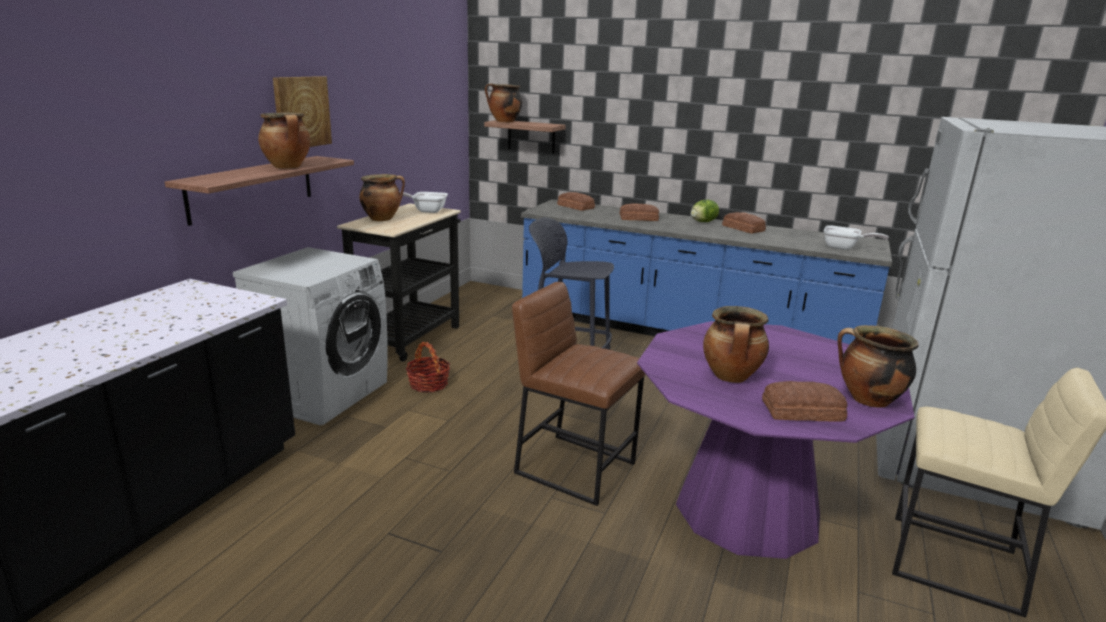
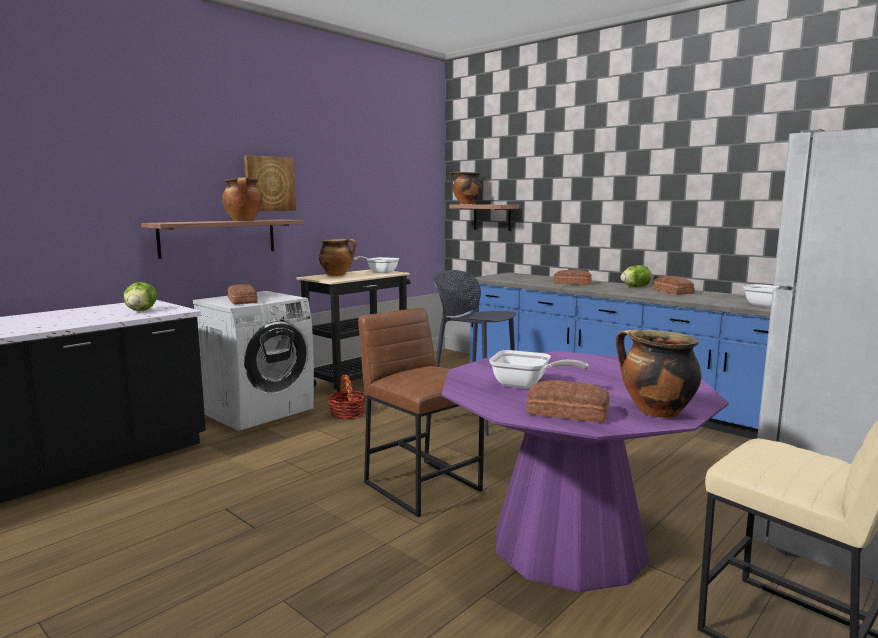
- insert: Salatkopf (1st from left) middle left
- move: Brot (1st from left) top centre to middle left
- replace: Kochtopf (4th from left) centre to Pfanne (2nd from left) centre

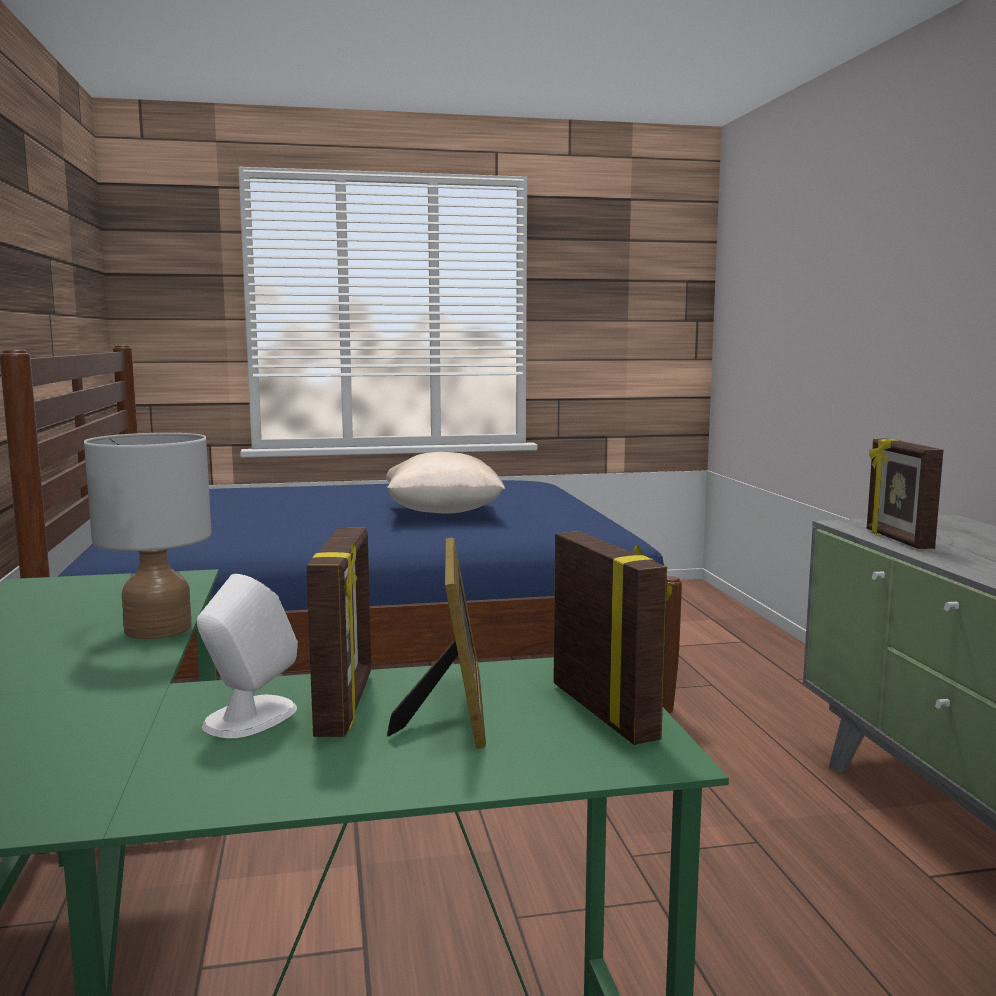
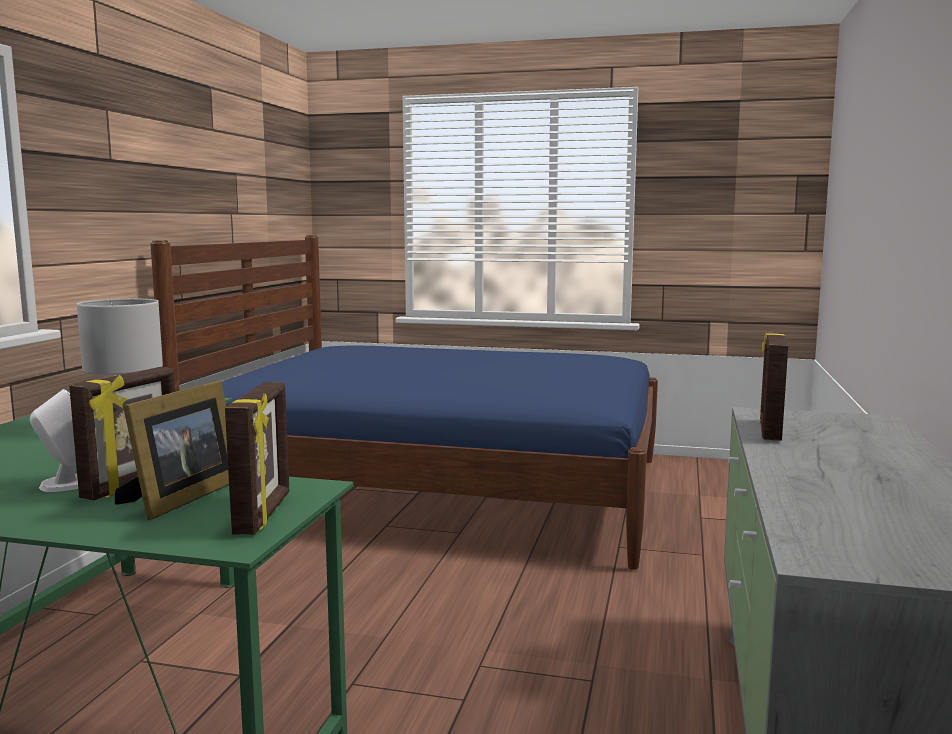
- delete: Kissen/beige centre

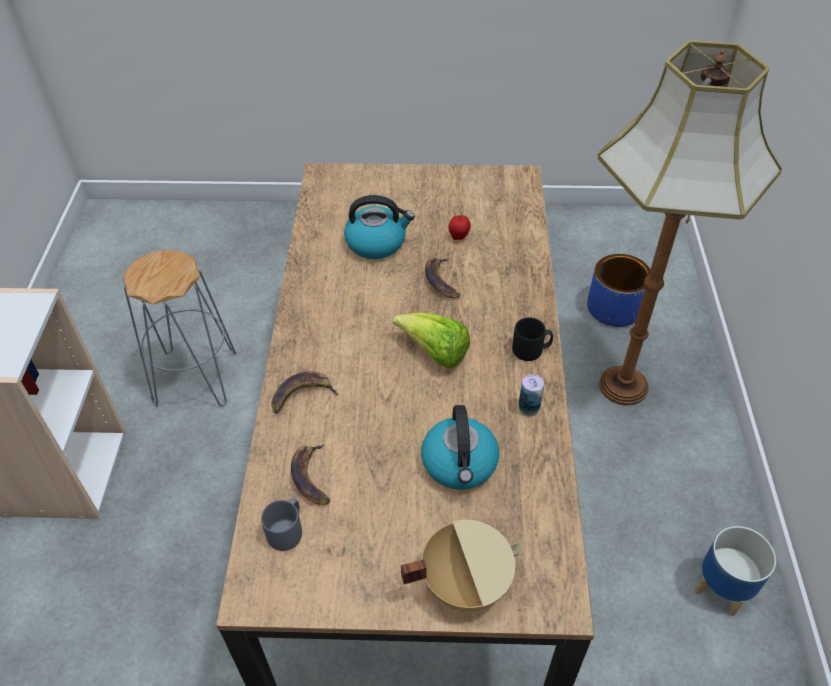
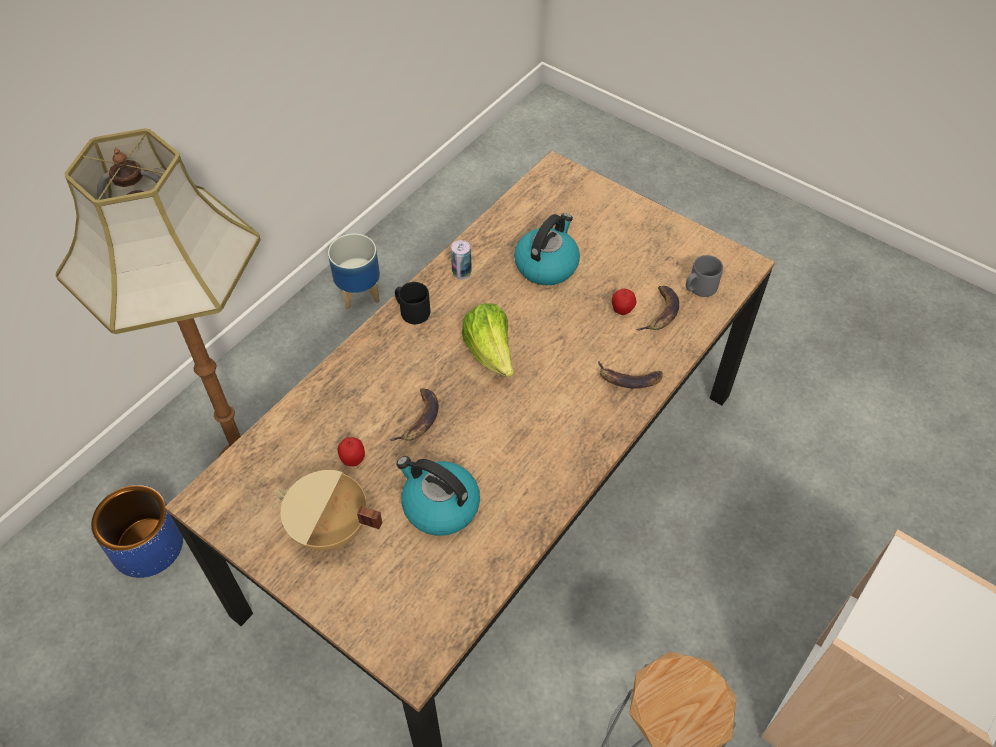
- move: Kochtopf/beige bottom centre to bottom left
- insert: Apfel (2nd from left) centre

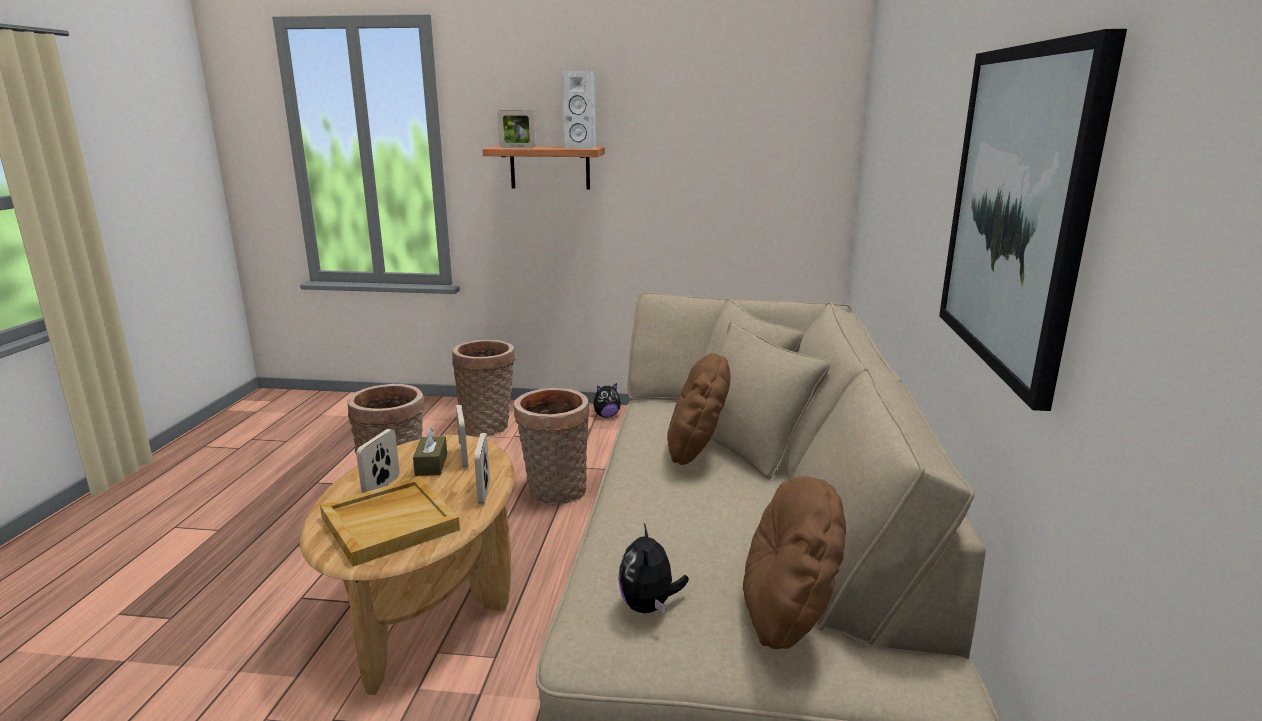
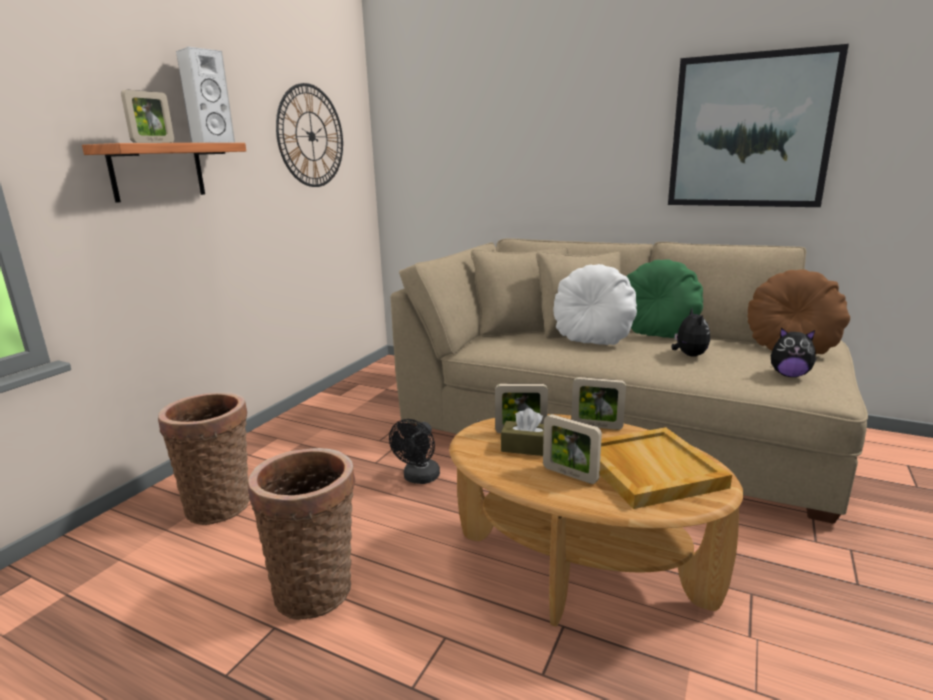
- insert: Wanduhr top left
- replace: Korb (3rd from left) centre to Ventilator/schwarz centre
- recolor: Kissen/braun (1st from left) centre to Kissen/weiß centre
- insert: Kissen/grün middle right
- move: Plüschtier (1st from left) centre to middle right

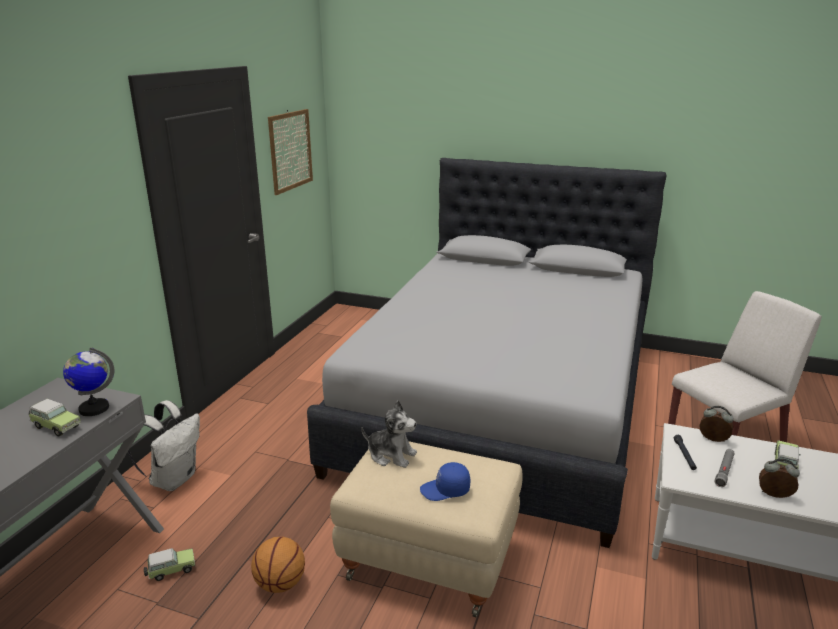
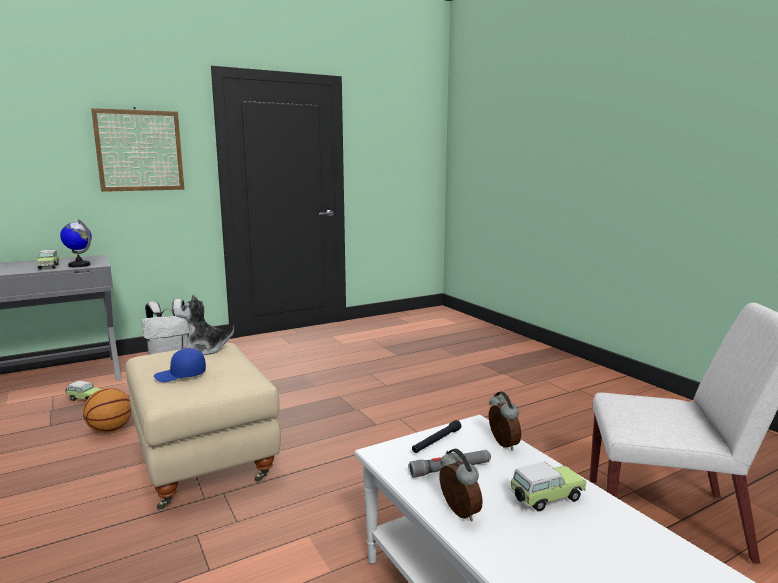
- move: Bild top centre to top left
- rotate: Kappe/blau bottom centre = middle left 45 degrees counterclockwise
- rotate: Plüschtier bottom centre = middle left 105 degrees clockwise
- delete: Bett/grau centre

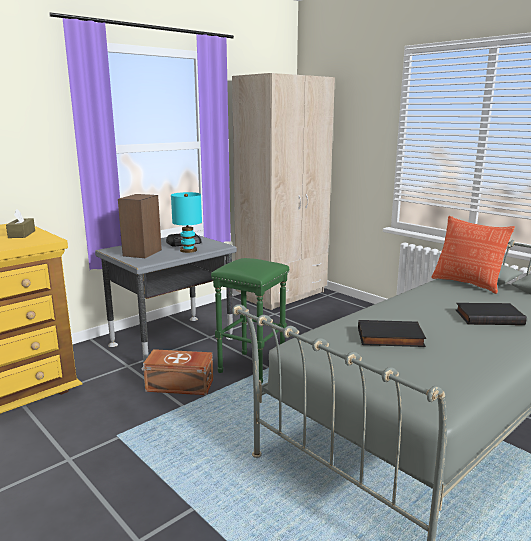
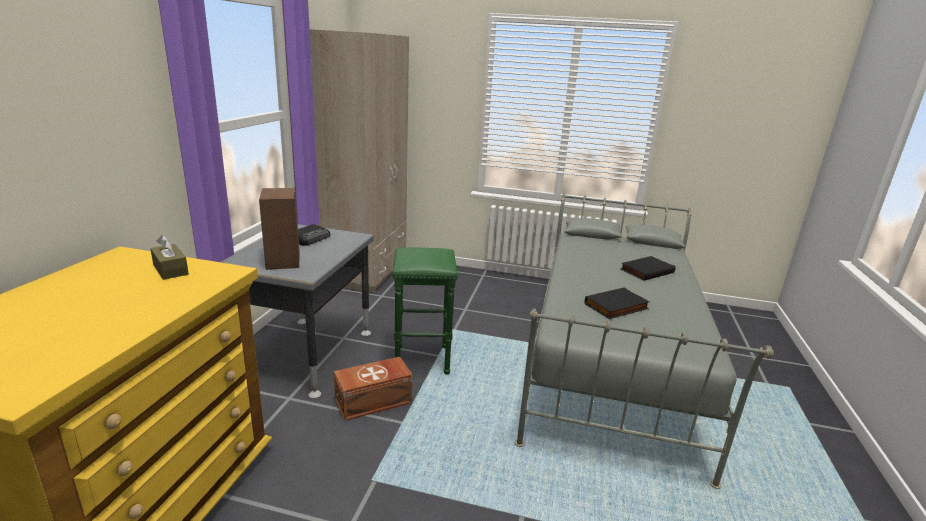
- delete: Tischlampe/türkis centre
- delete: Kissen/orange middle right

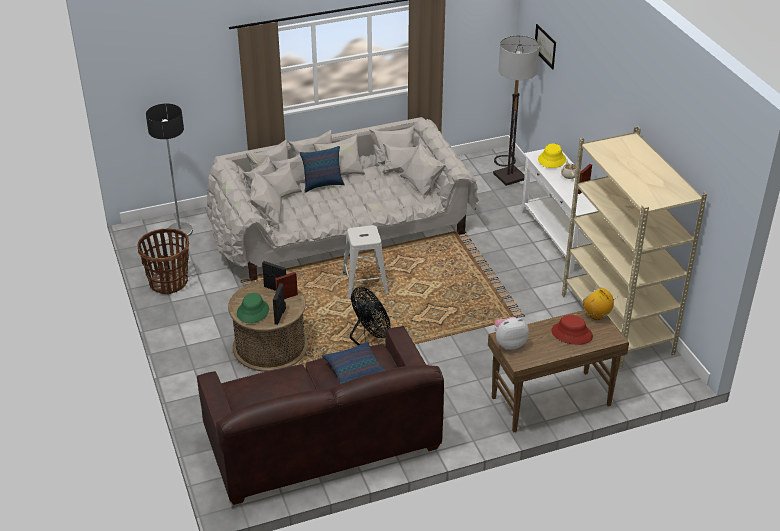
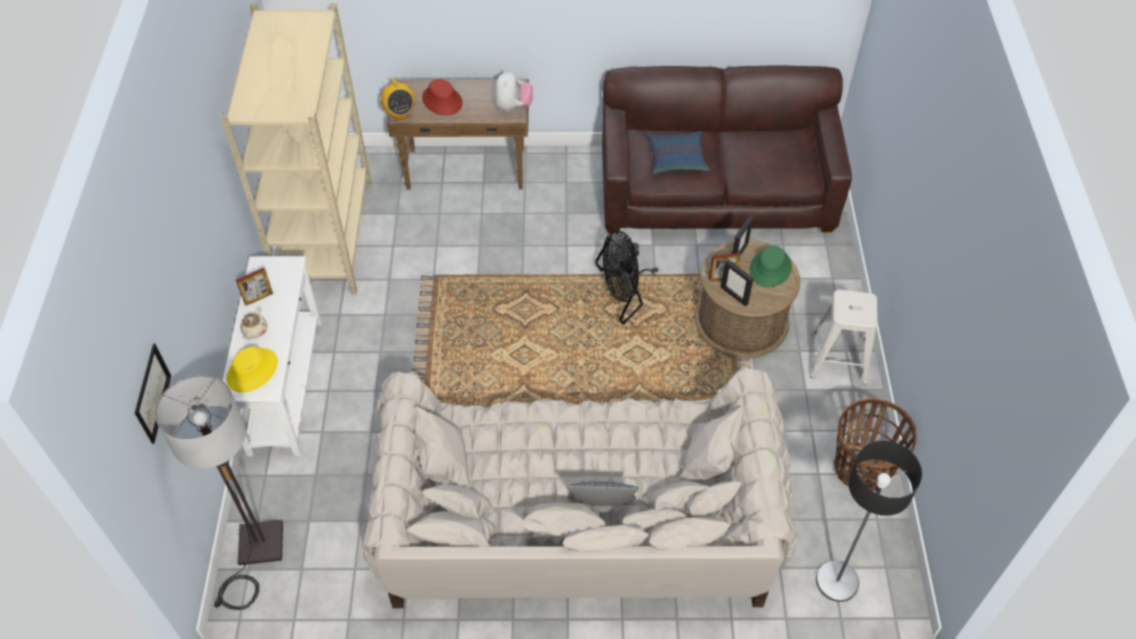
- rotate: Plüschtier centre = top centre 90 degrees counterclockwise
- recolor: Kissen/blau (1st from left) top centre to Kissen/grau bottom centre
- move: Hocker/weiß centre to middle right

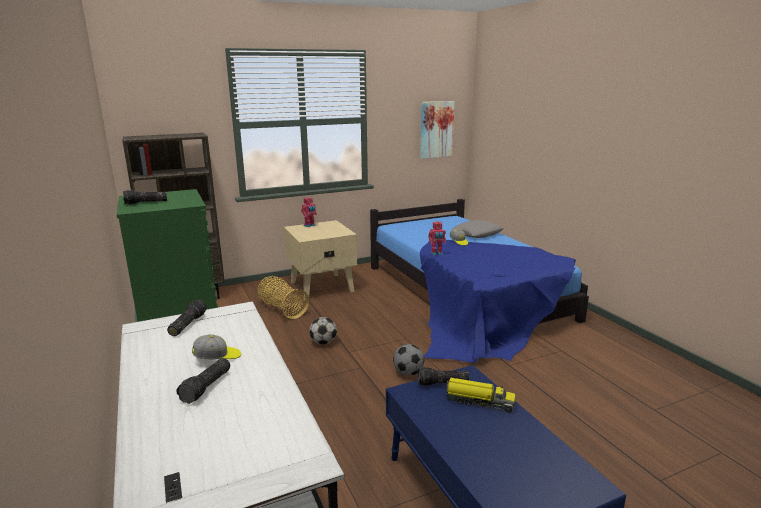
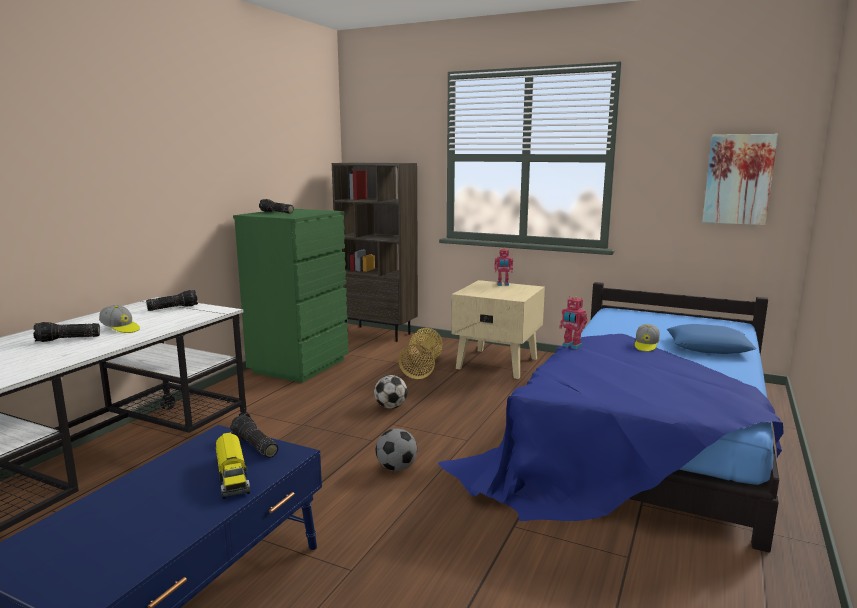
- recolor: Kissen/grau centre to Kissen/blau middle right

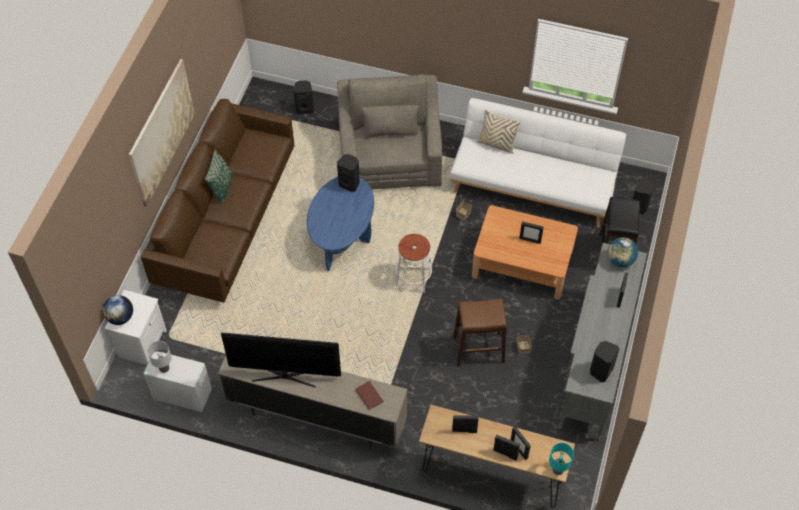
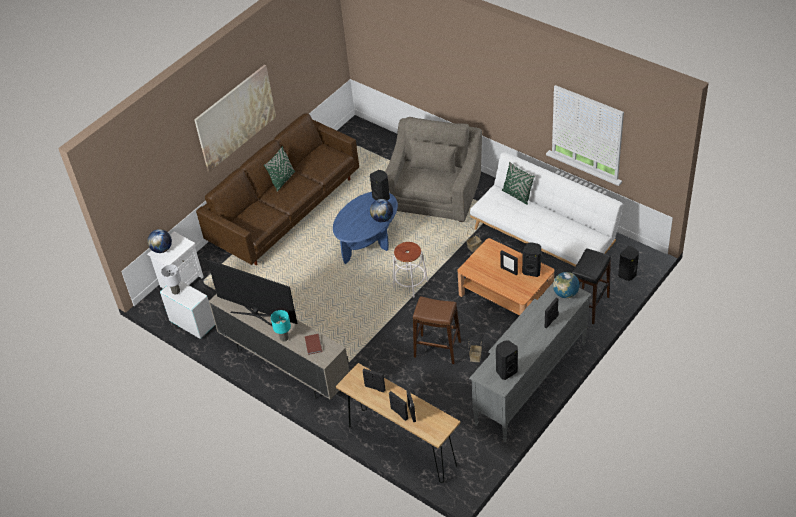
- move: Tischlampe/türkis bottom right to centre
- insert: Globus (2nd from left) centre
- recolor: Kissen/beige top centre to Kissen/grün (2nd from left) centre
- move: Lautsprecher/schwarz (1st from left in the first image) top centre to Lautsprecher/schwarz (3rd from left) middle right

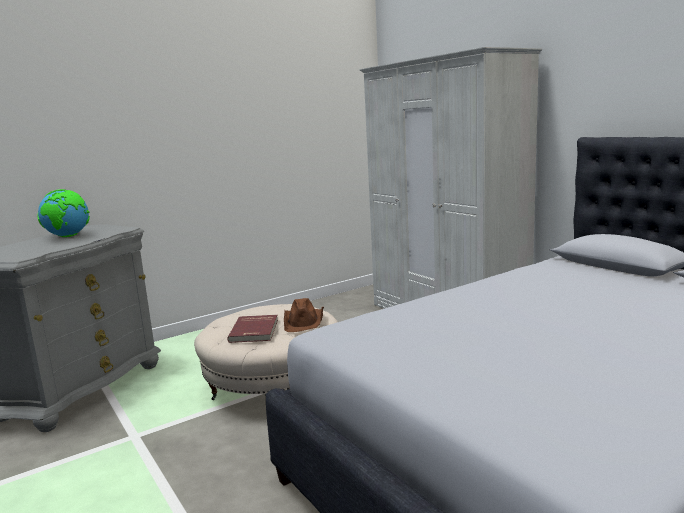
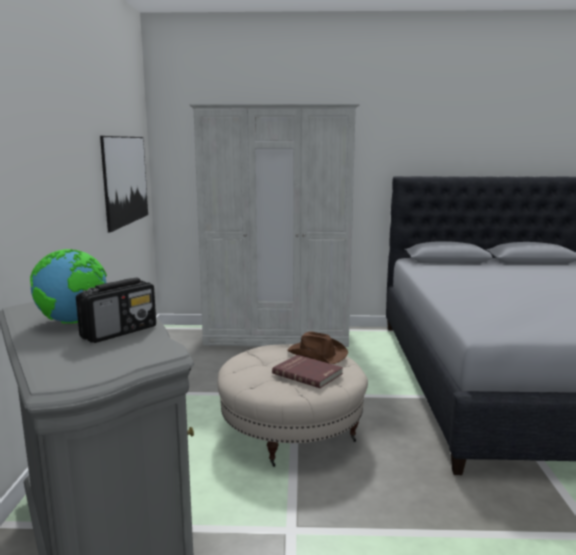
- insert: Radio middle left
- insert: Bild top left

